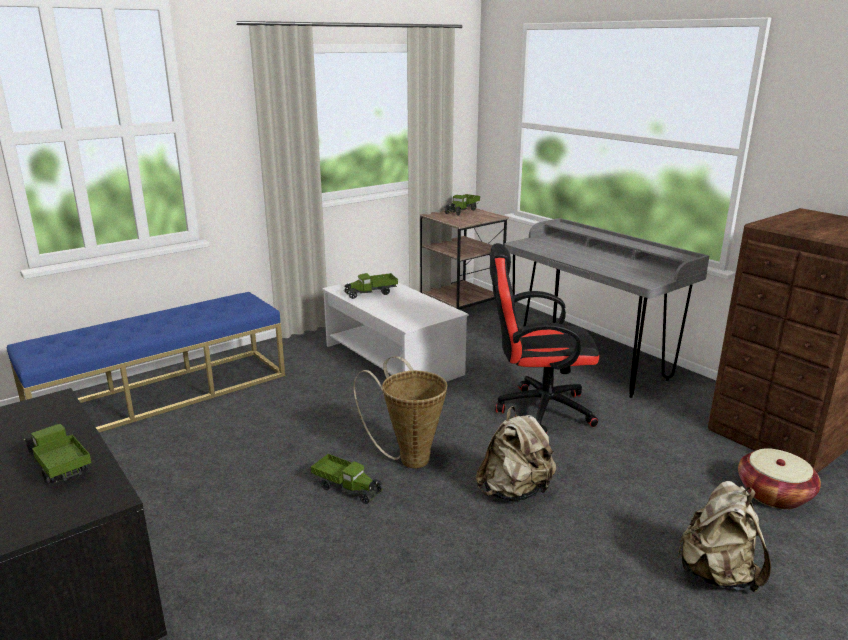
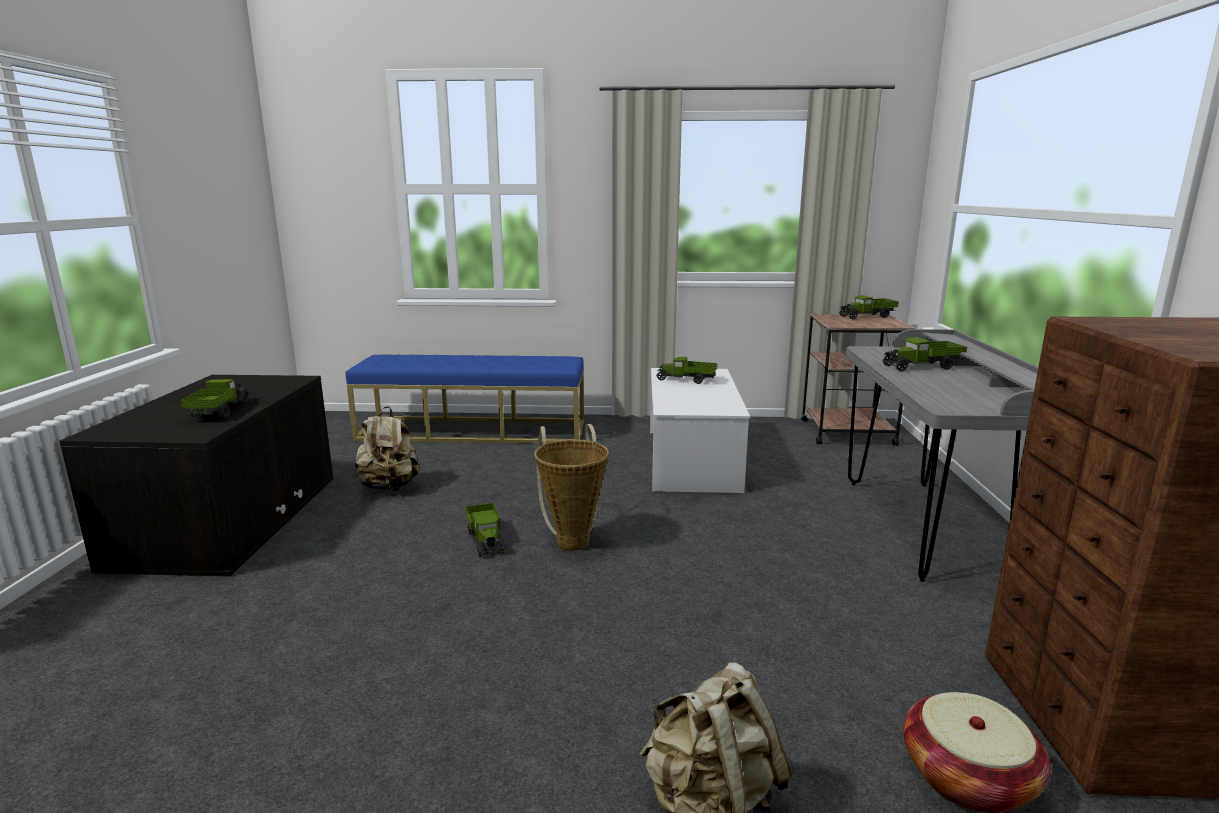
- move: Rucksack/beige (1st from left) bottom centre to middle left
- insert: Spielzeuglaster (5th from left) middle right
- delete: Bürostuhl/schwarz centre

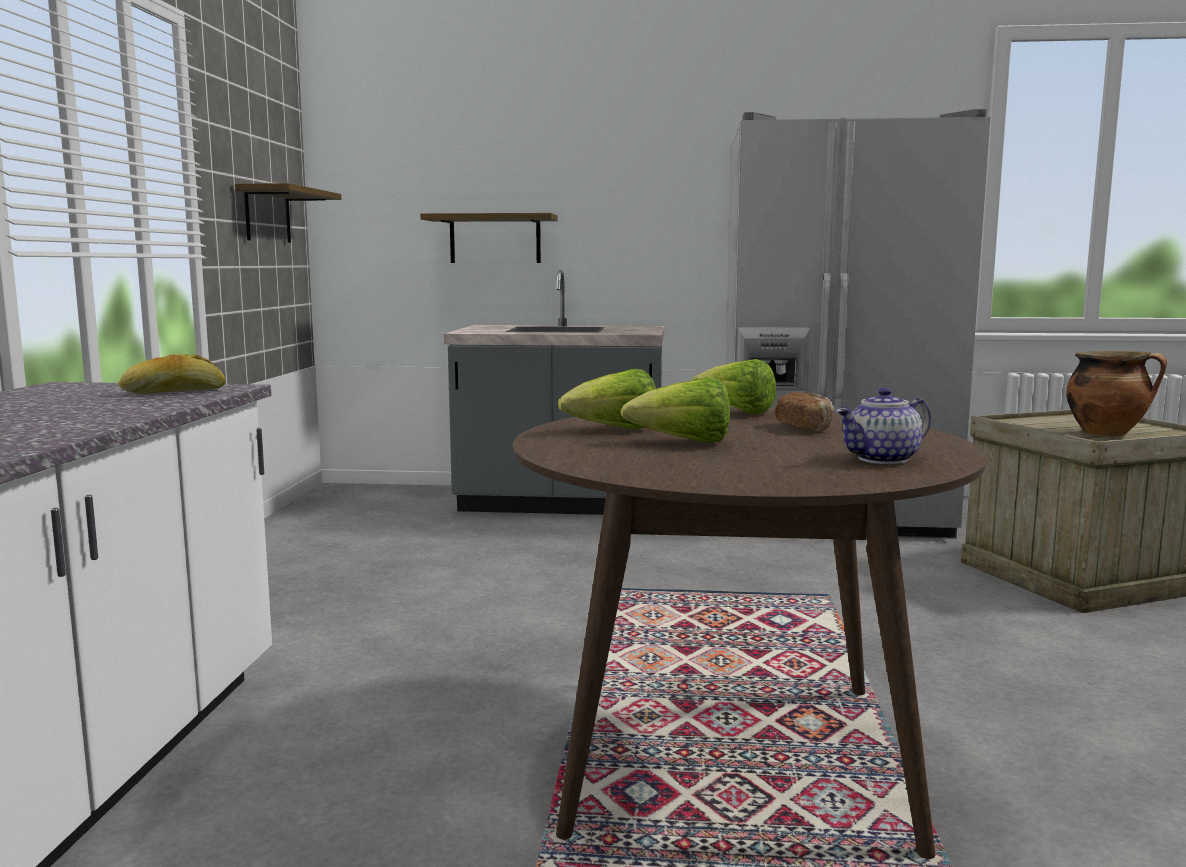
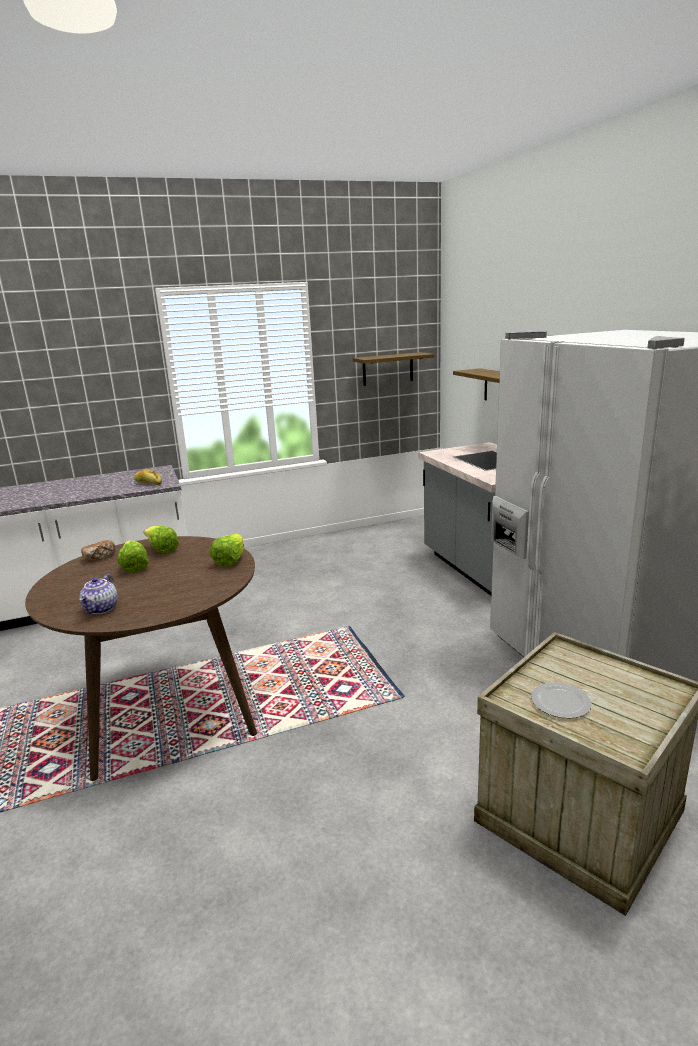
- rotate: Teekanne middle right = middle left 120 degrees counterclockwise
- move: Brot (2nd from left in the first image) middle right to Brot (1st from left) middle left
- replace: Kochtopf middle right to Teller bottom right

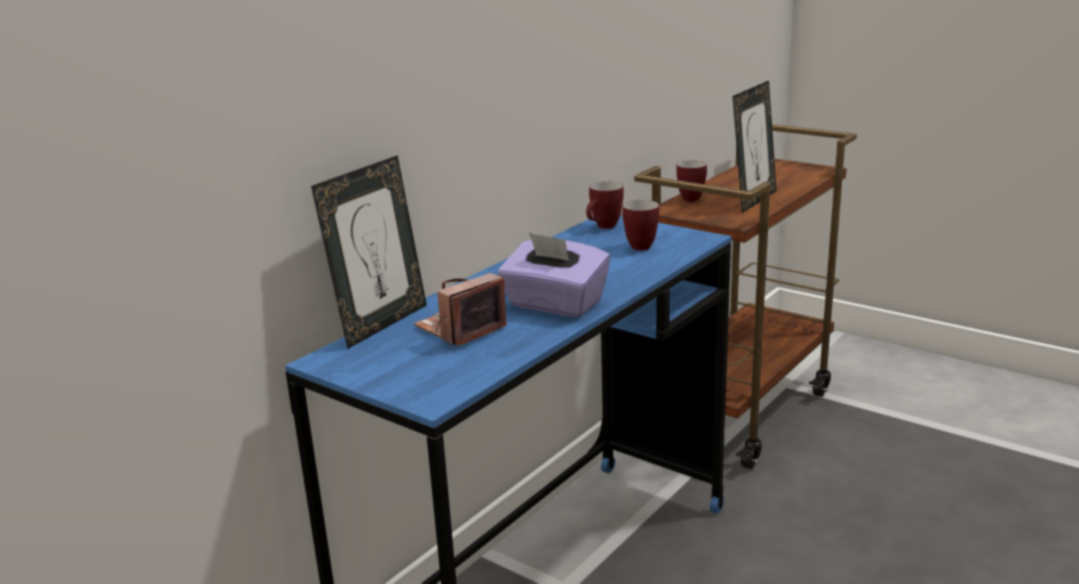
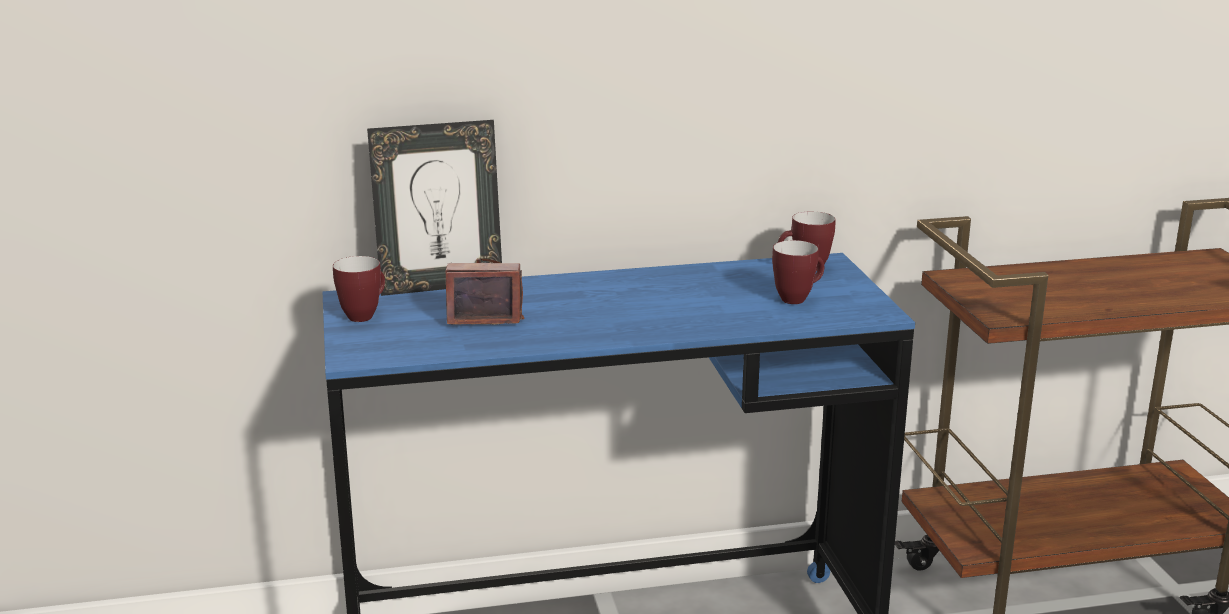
- move: Henkelbecher (3rd from left in the first image) top centre to Henkelbecher (1st from left) middle left
- delete: Taschentuchbox/lila centre
- delete: Bilderrahmen (2nd from left) top right

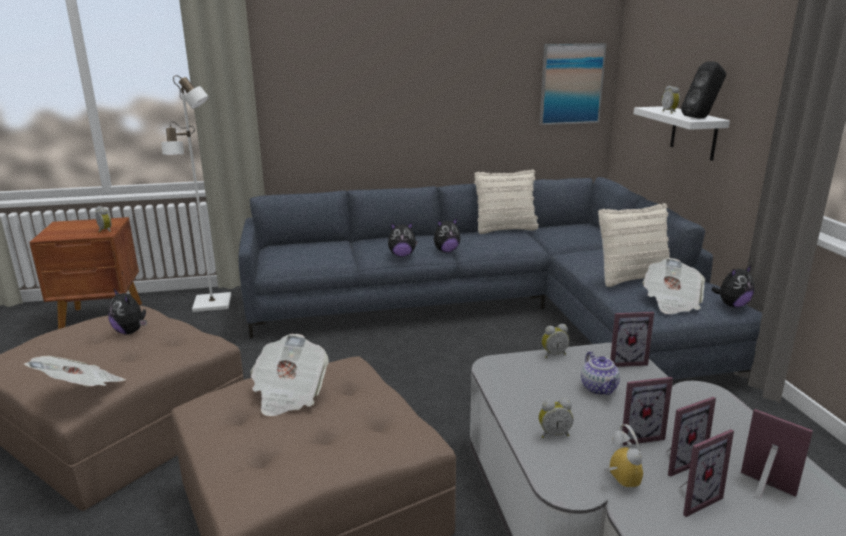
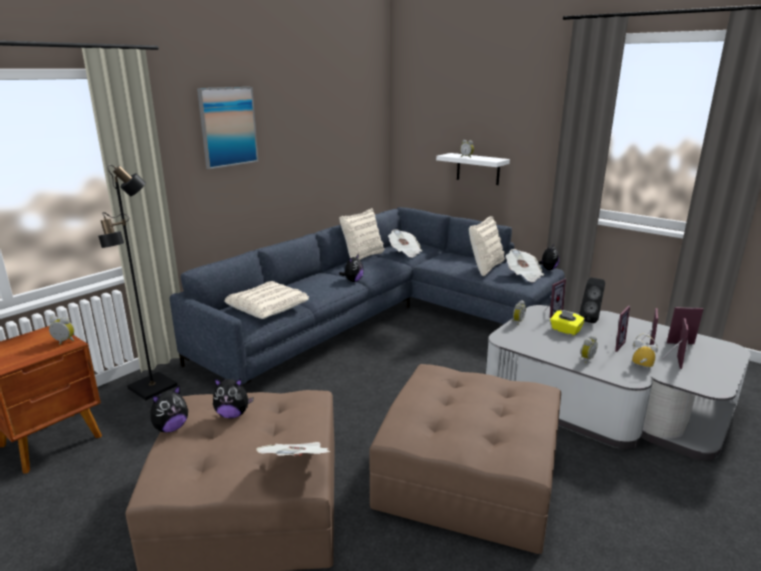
- recolor: Stehlampe/weiß middle left to Stehlampe/schwarz middle left
- move: Plüschtier (2nd from left in the first image) centre to Plüschtier (1st from left) bottom left
- move: Bild top right to top left
- insert: Kissen/beige (1st from left) centre
- move: Zeitung (2nd from left) bottom centre to centre
- replace: Teekanne bottom right to Taschentuchbox/gelb middle right
- move: Lautsprecher/schwarz top right to middle right

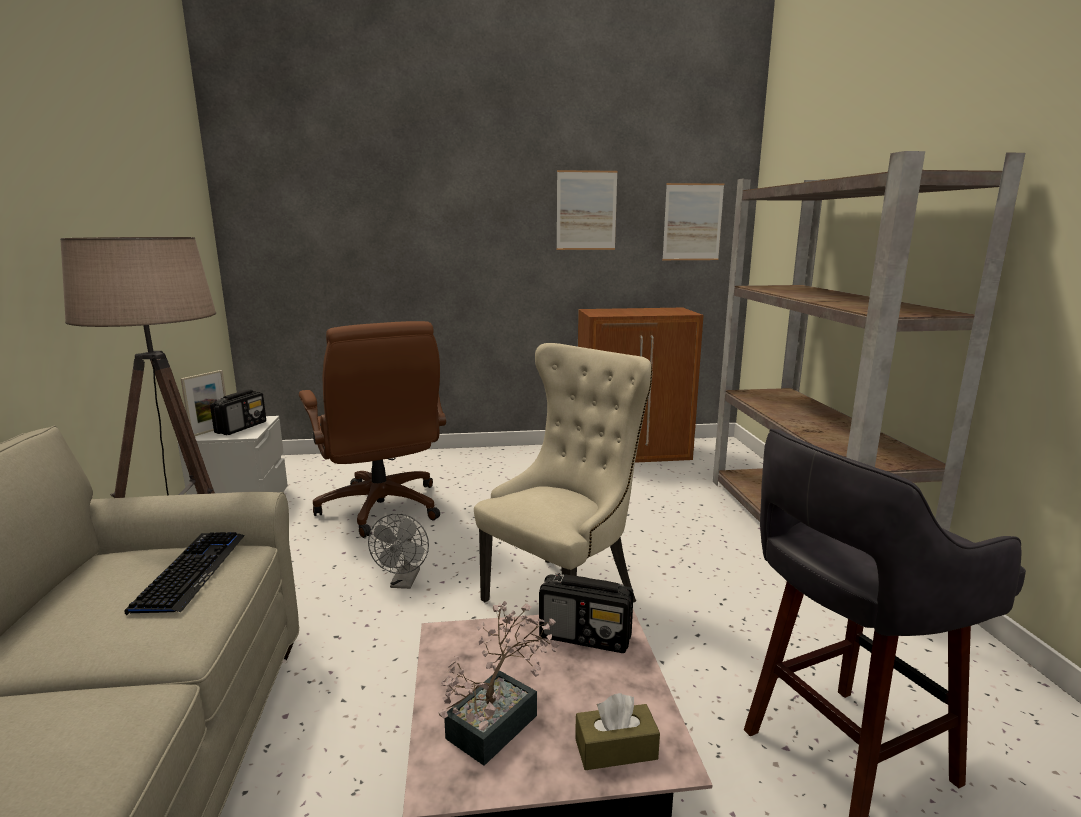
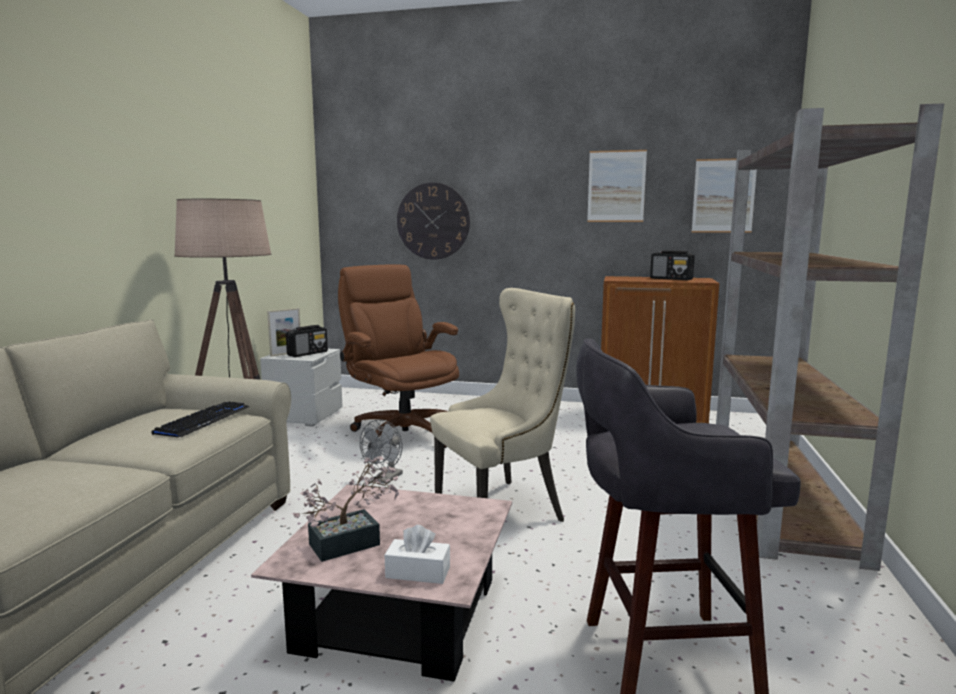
- rotate: Bürostuhl/braun centre = centre 150 degrees clockwise
- recolor: Taschentuchbox/braun bottom centre to Taschentuchbox/weiß bottom centre
- insert: Wanduhr top centre
- move: Radio (2nd from left) bottom centre to middle right

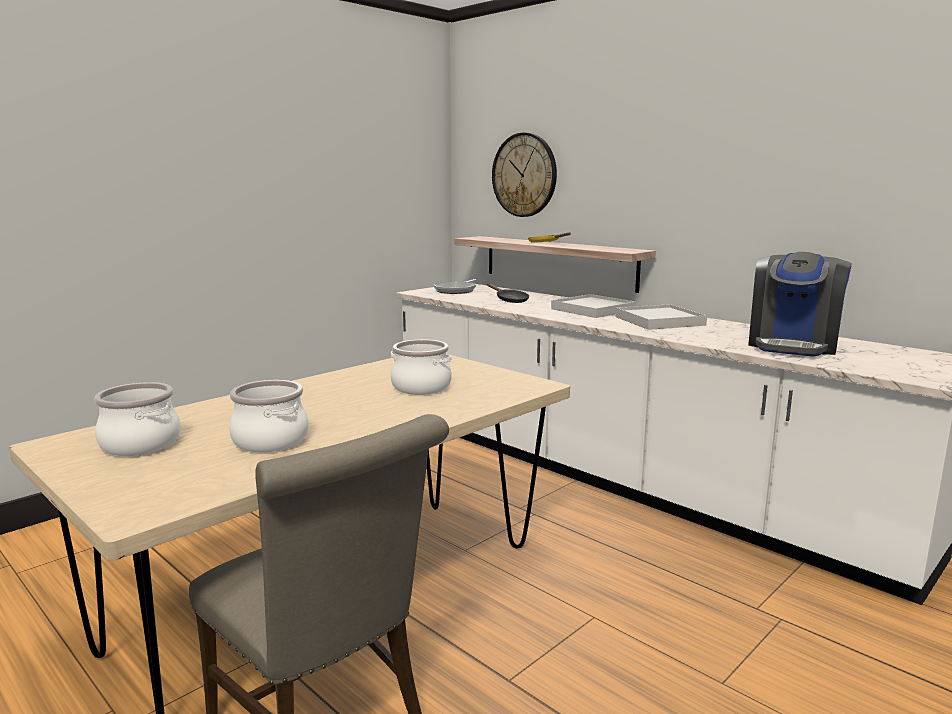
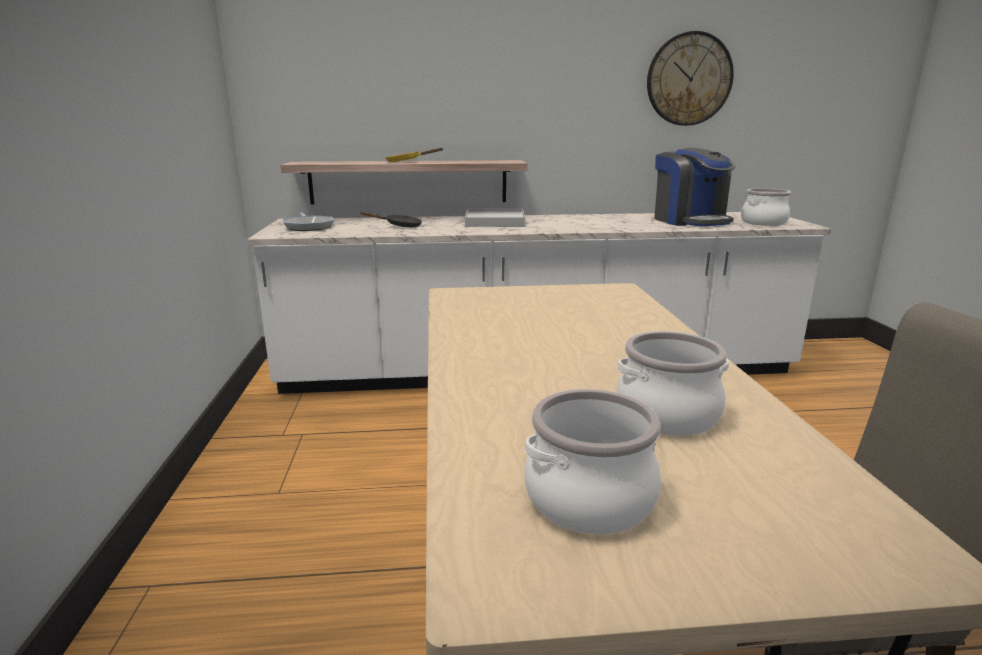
- move: Wanduhr top centre to top right
- move: Kochtopf (3rd from left) centre to top right
- delete: Tablett/weiß (2nd from left) middle right

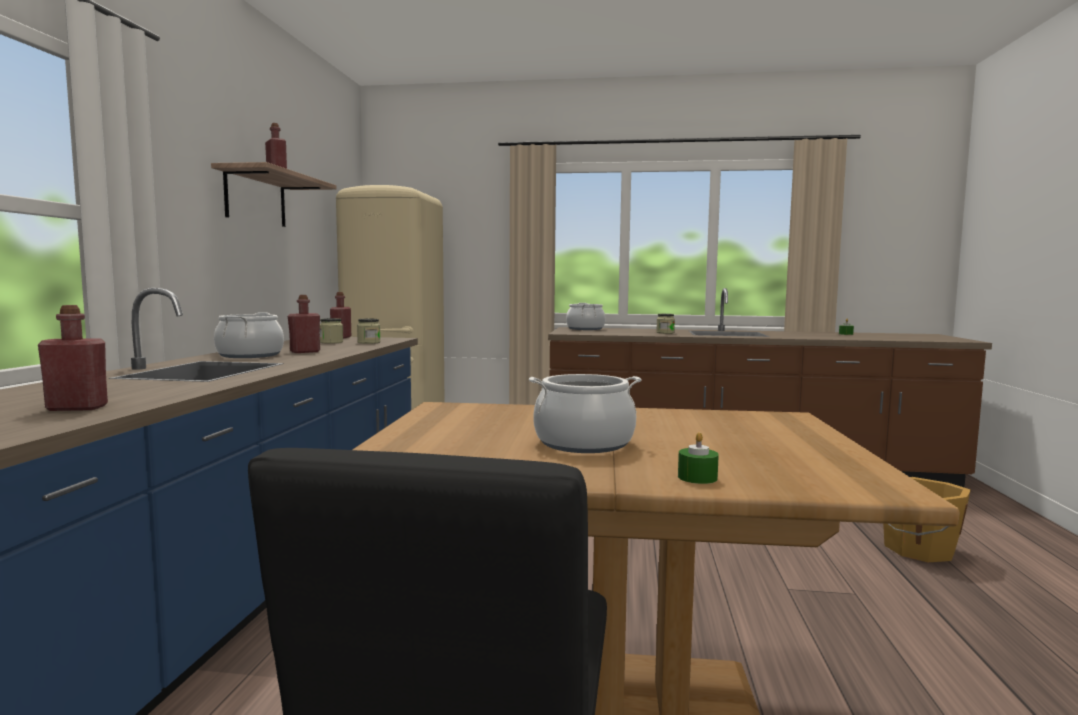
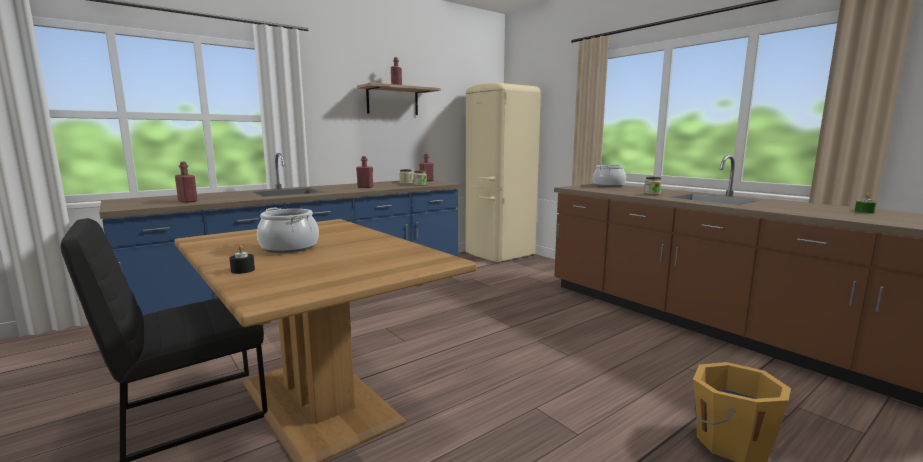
- recolor: Kerze/grün (1st from left) centre to Kerze/schwarz middle left
- delete: Kochtopf (1st from left) middle left

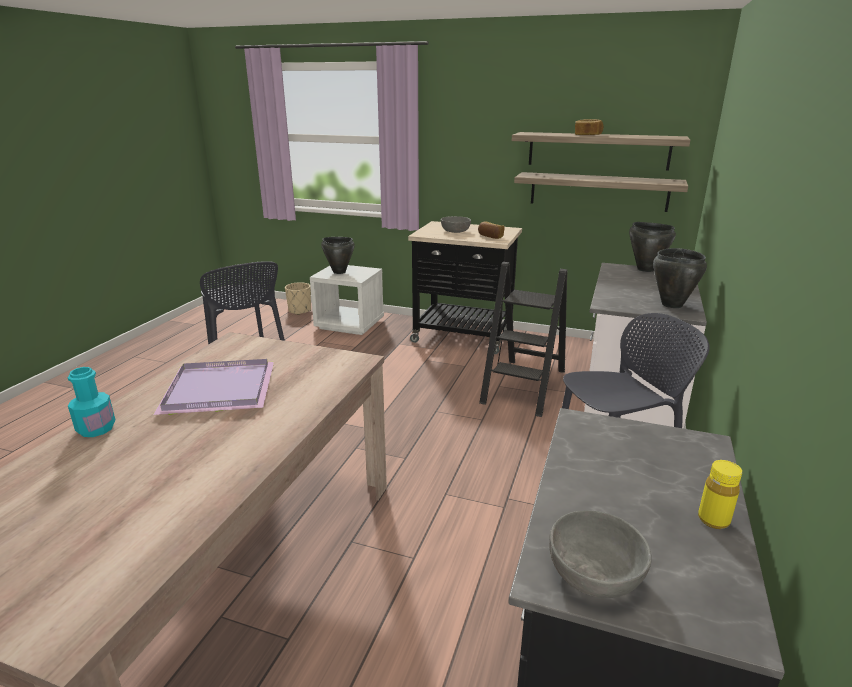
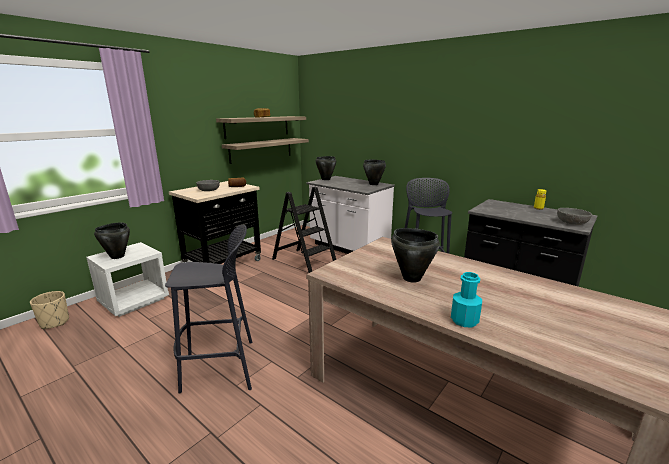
- replace: Tablett/lila middle left to Kochtopf/schwarz (4th from left) centre

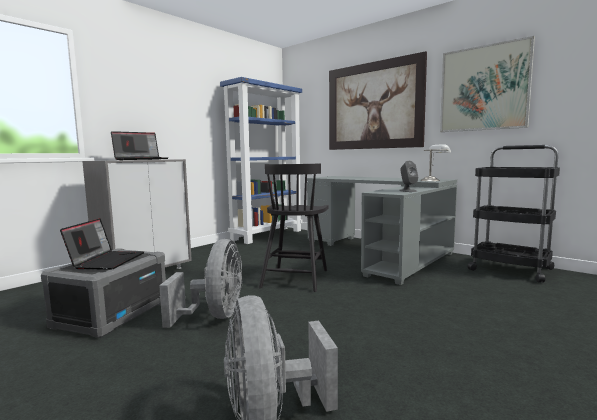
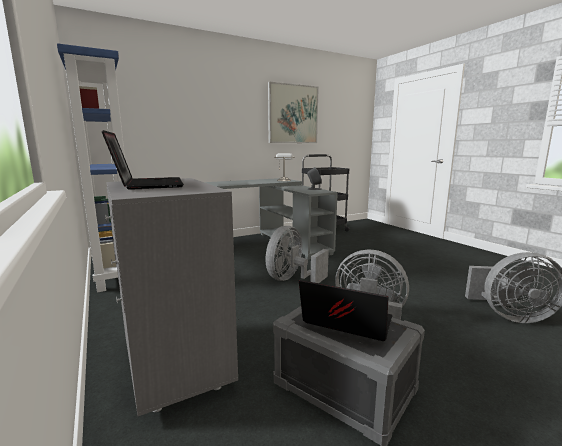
- replace: Stuhl/schwarz centre to Ventilator/grau (1st from left) centre
- delete: Bild (1st from left) top centre

